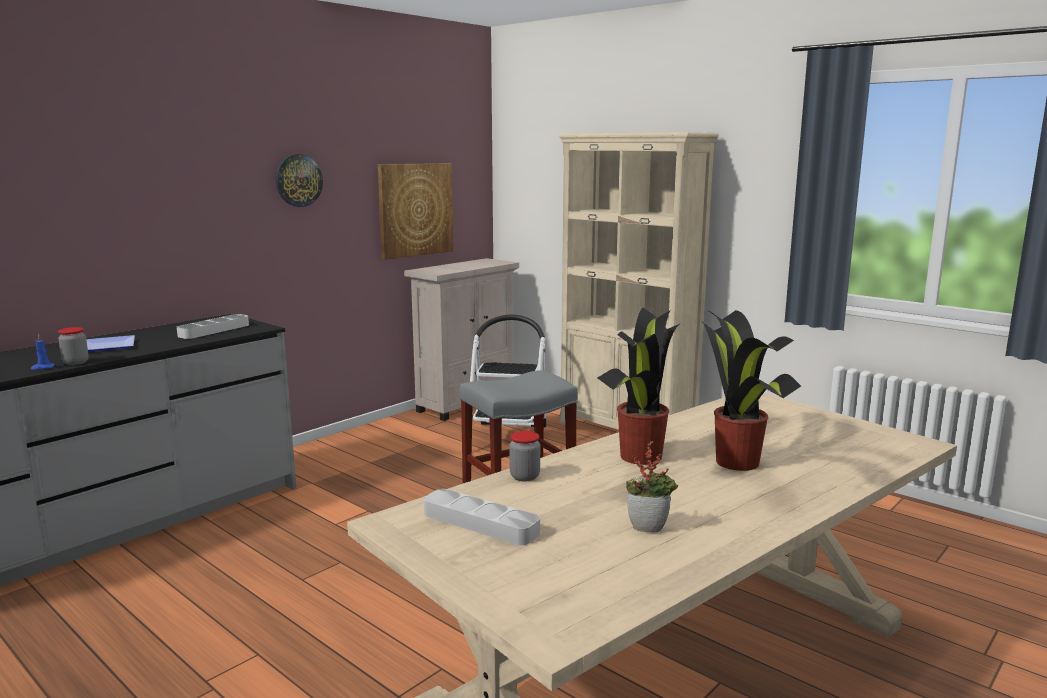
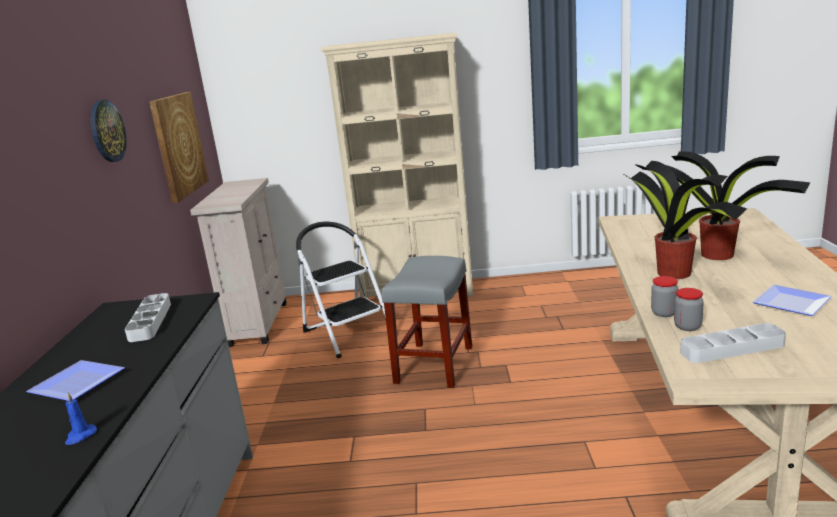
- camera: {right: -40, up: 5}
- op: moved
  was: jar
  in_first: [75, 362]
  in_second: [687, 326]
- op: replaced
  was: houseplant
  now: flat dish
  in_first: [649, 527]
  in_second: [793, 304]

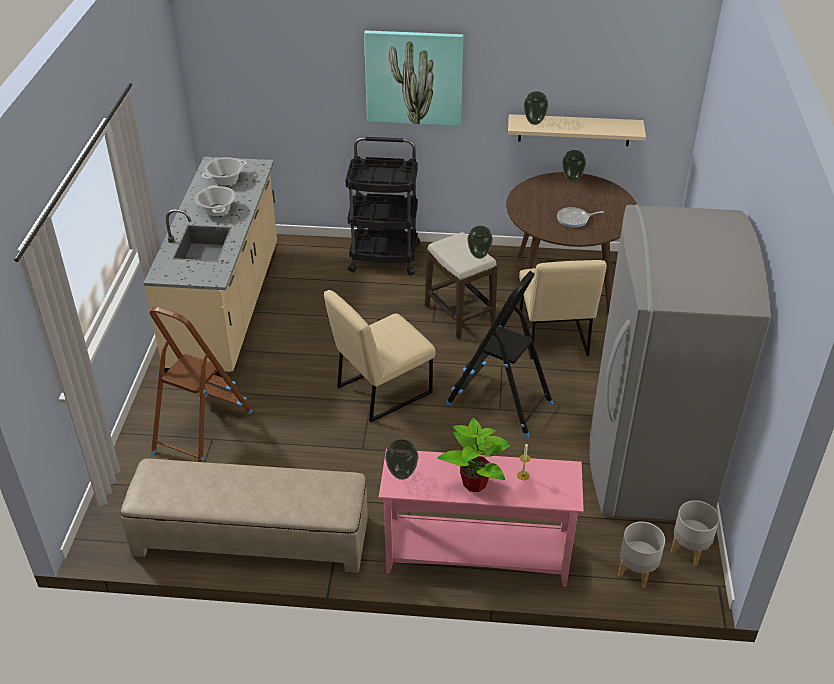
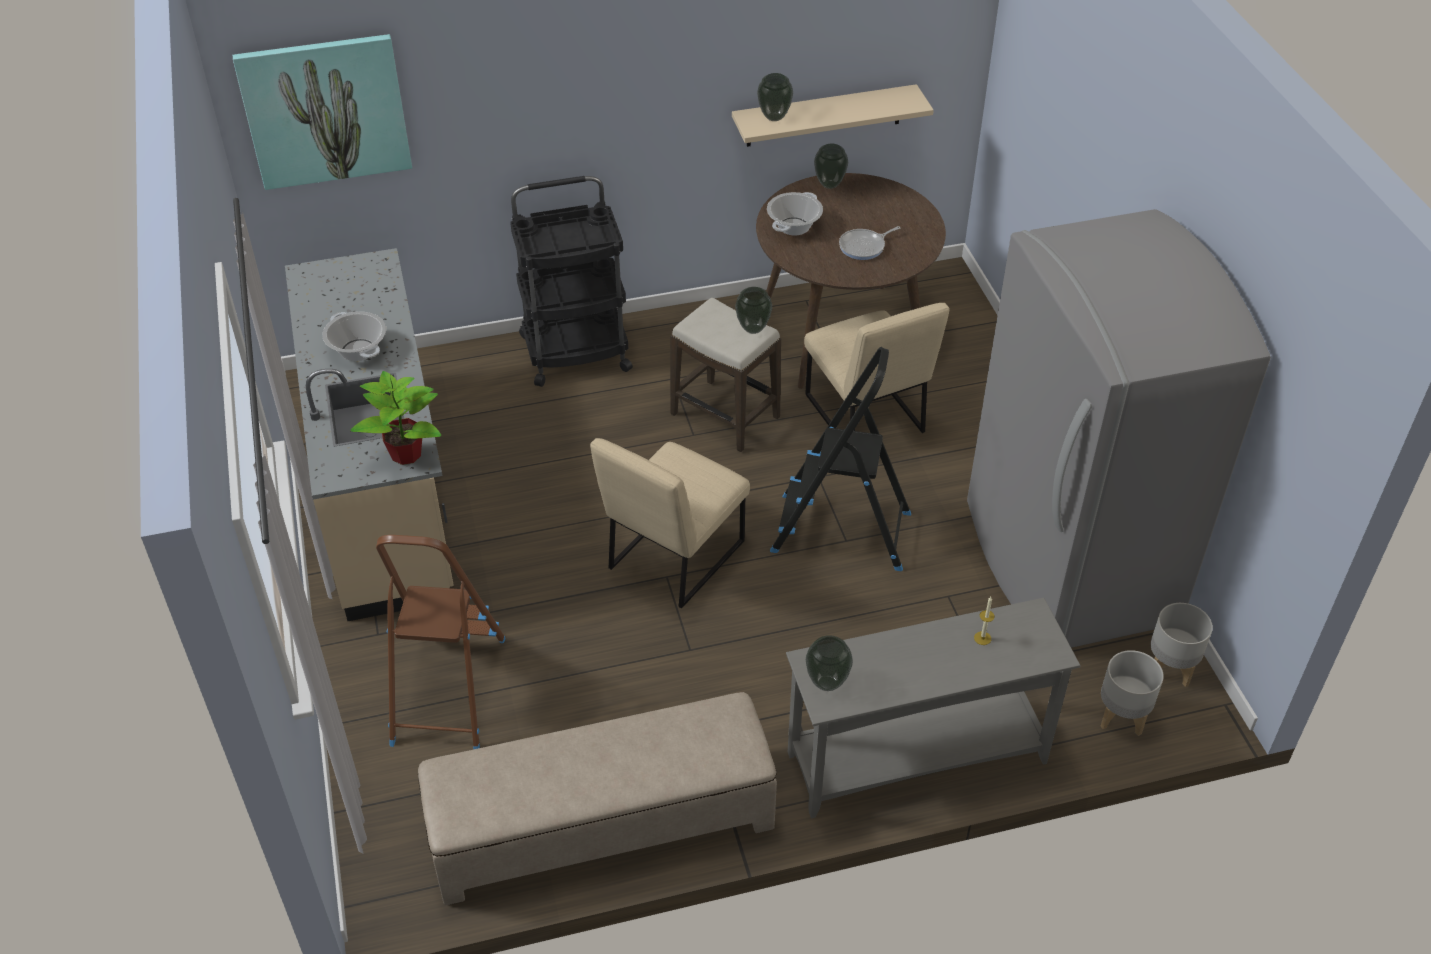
- camera: {right: -20, up: 5}
- op: moved
  was: stockpot
  in_first: [225, 180]
  in_second: [793, 226]
- op: moved
  was: picture
  in_first: [414, 77]
  in_second: [325, 110]
- op: recoloured
  was: console table/pink-coloured
  now: console table/gray
  in_first: [476, 557]
  in_second: [915, 758]
- op: moved
  was: houseplant
  in_first: [475, 483]
  in_second: [407, 453]

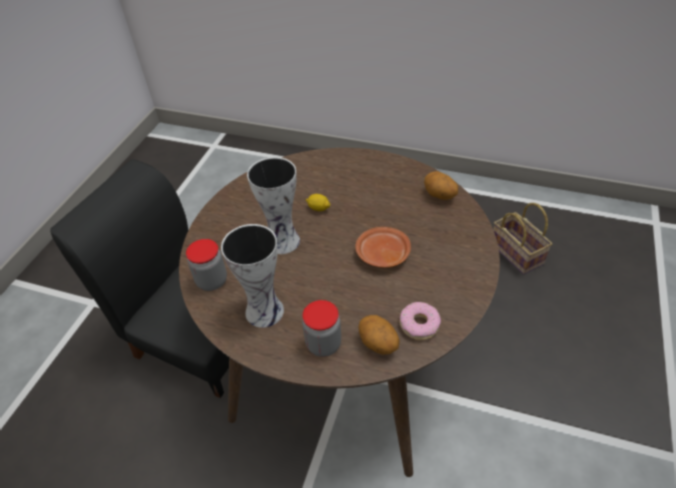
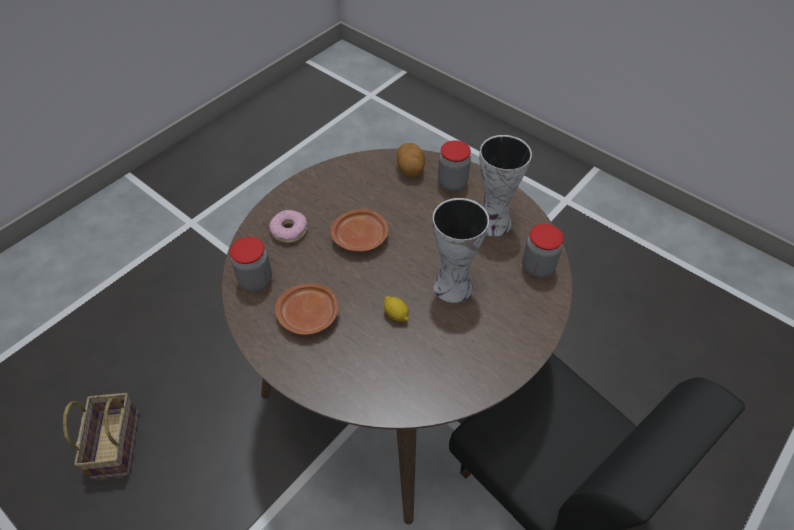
- camera: {right: -160, up: 5}
- op: moved
  was: donut
  in_first: [419, 324]
  in_second: [289, 230]
- op: replaced
  was: spud
  now: jar
  in_first: [439, 196]
  in_second: [256, 280]
- op: added
  now: flat dish/brownish
  in_second: [309, 315]

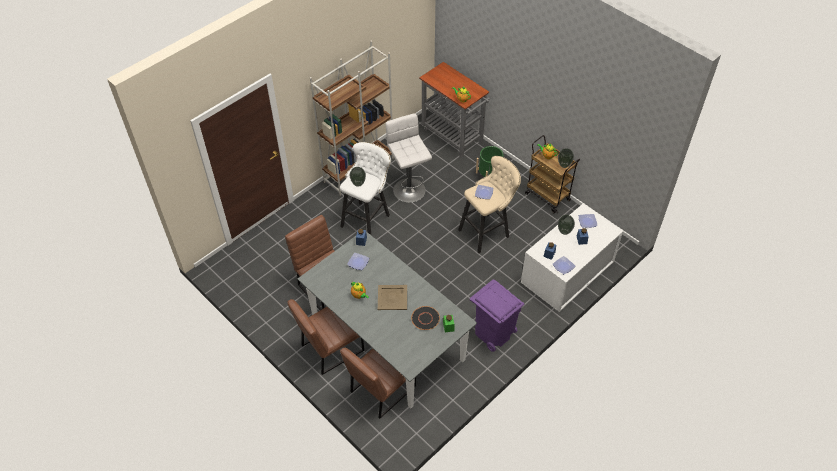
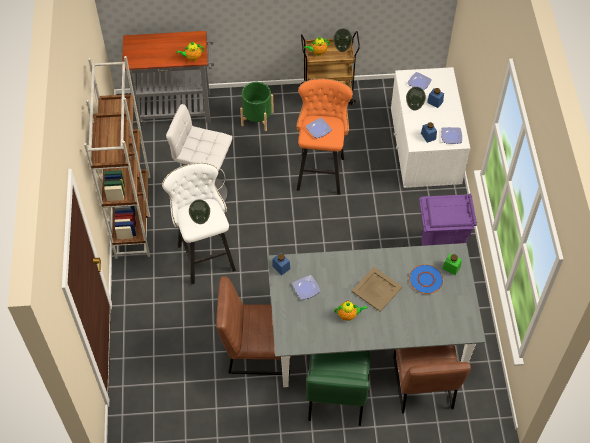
- camera: {right: -50, up: 5}
- op: recoloured
  was: chair/brownish
  now: chair/greenish
  in_first: [330, 348]
  in_second: [336, 396]
- op: recoloured
  was: flat dish/blackish
  now: flat dish/blue
  in_first: [425, 318]
  in_second: [426, 279]
- op: recoloured
  was: stool/sand-coloured
  now: stool/orange-coloured
  in_first: [488, 231]
  in_second: [321, 168]

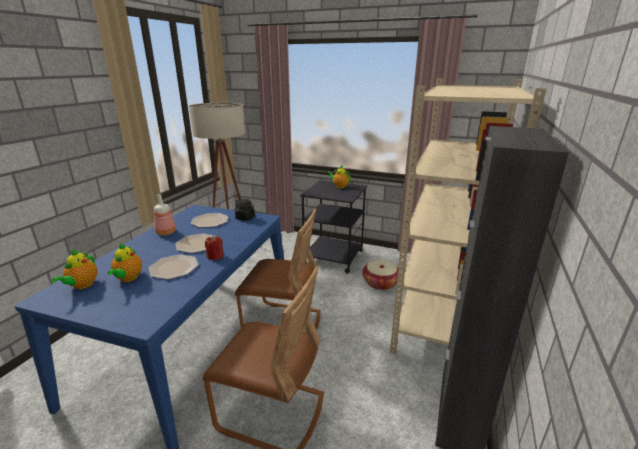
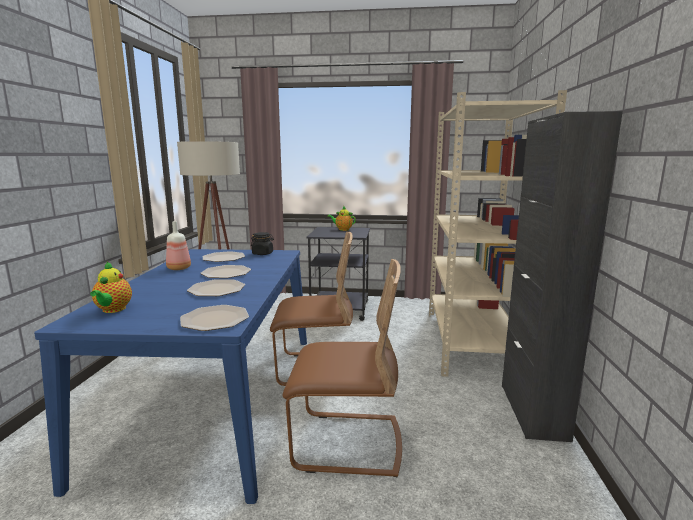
- camera: {right: -15, up: -10}
- op: removed
  was: tea pot
  in_first: [128, 278]
- op: removed
  was: wax light/red
  in_first: [215, 256]
- op: removed
  was: basket
  in_first: [380, 283]
- op: added
  now: flat dish
  in_second: [215, 319]

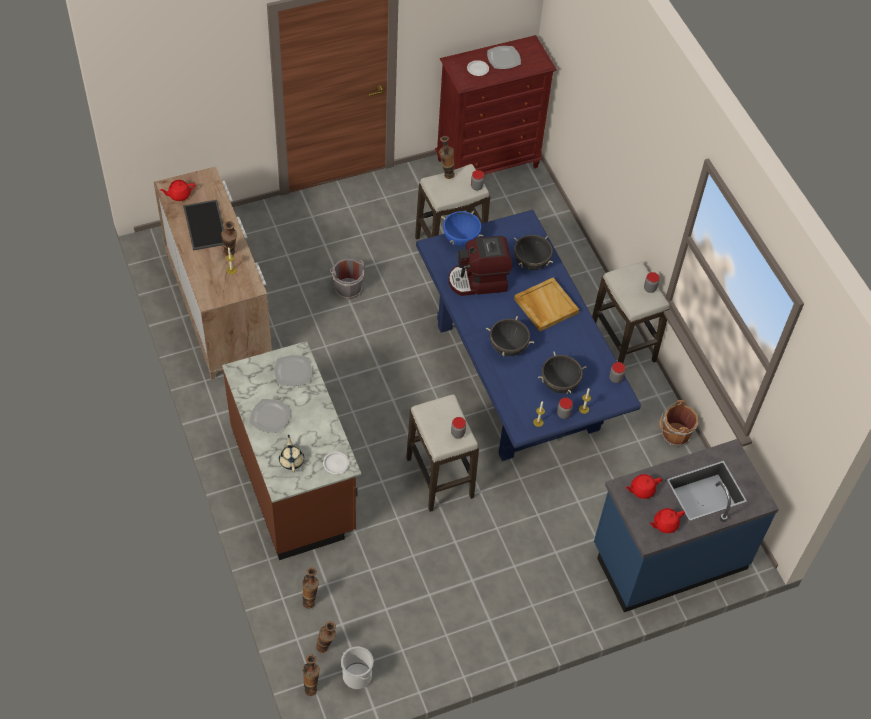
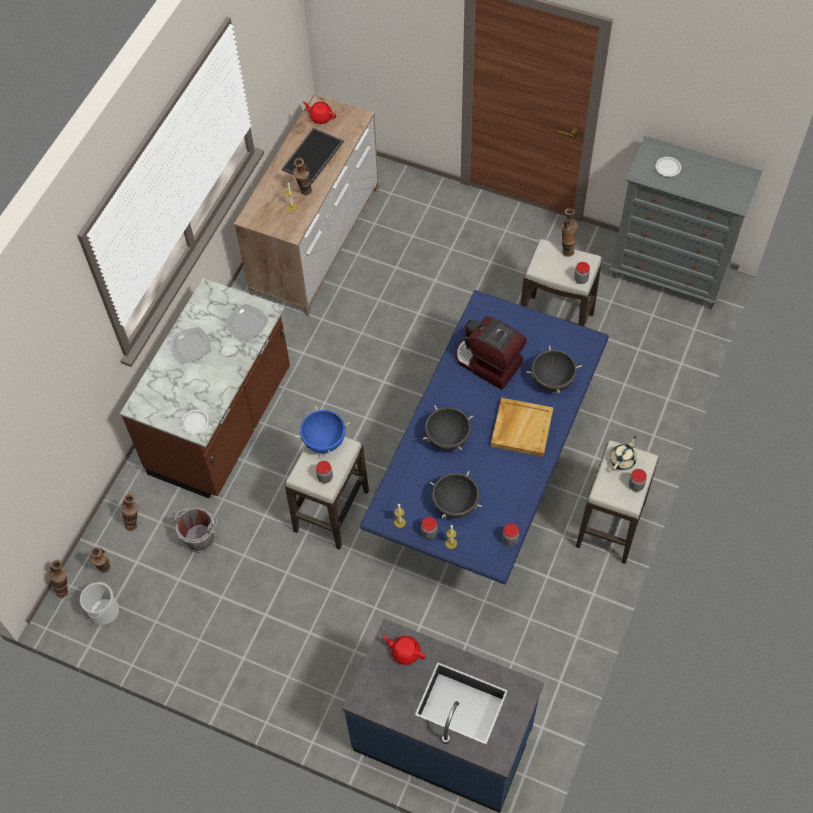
- camera: {right: 50, up: 5}
- op: moved
  was: tea pot/sand-coloured
  in_first: [291, 460]
  in_second: [622, 459]
- op: moved
  was: water bucket/gray
  in_first: [347, 288]
  in_second: [200, 537]
- op: recoloured
  was: chest of drawers/red
  now: chest of drawers/gray
  in_first: [488, 163]
  in_second: [669, 275]
- op: moved
  was: stockpot/blue
  in_first: [461, 239]
  in_second: [324, 441]
- op: removed
  was: flat dish
  in_first: [503, 58]
- op: removed
  was: tea pot/red
  in_first: [665, 524]
- op: removed
  was: water bucket/brownish
  in_first: [674, 435]

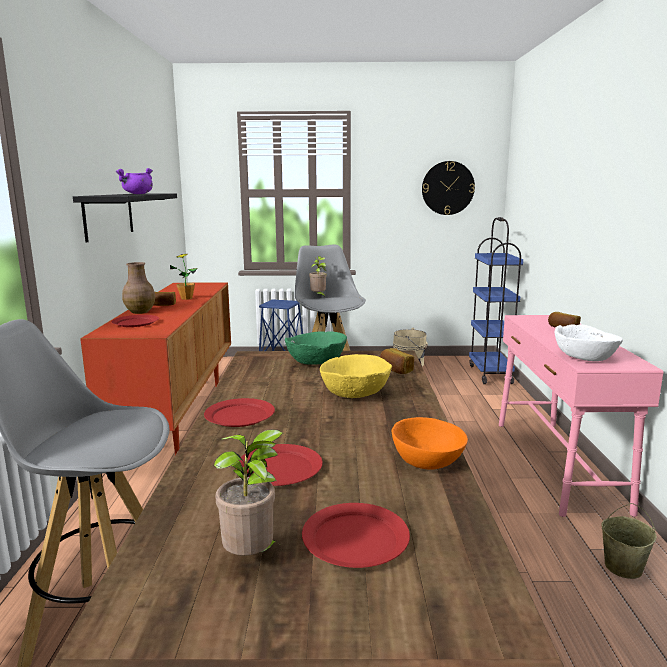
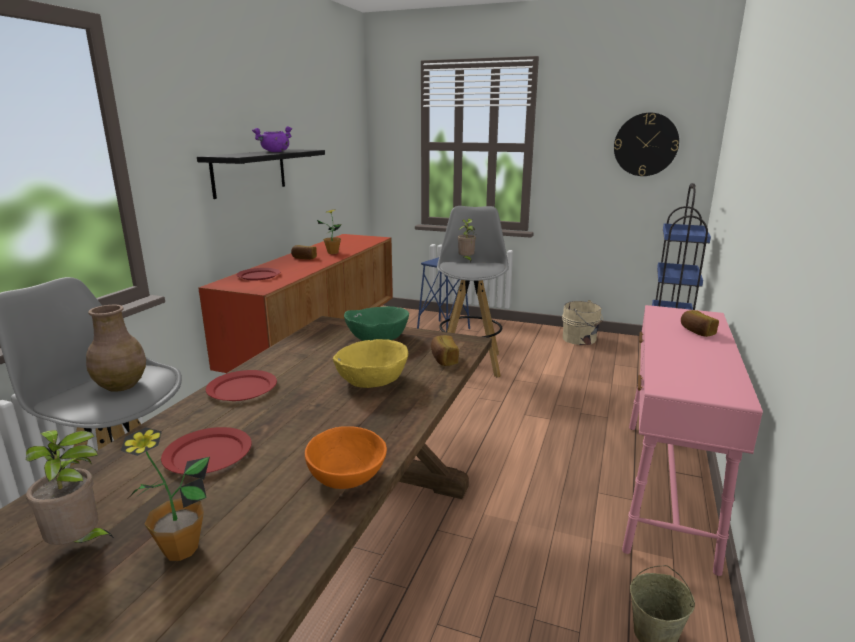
- camera: {right: 20, up: 5}
- op: moved
  was: flower vase/brownish
  in_first: [140, 311]
  in_second: [122, 385]
- op: replaced
  was: flat dish/red
  now: houseplant
  in_first: [356, 538]
  in_second: [181, 549]
- op: removed
  was: deep dish/white
  in_first: [585, 357]

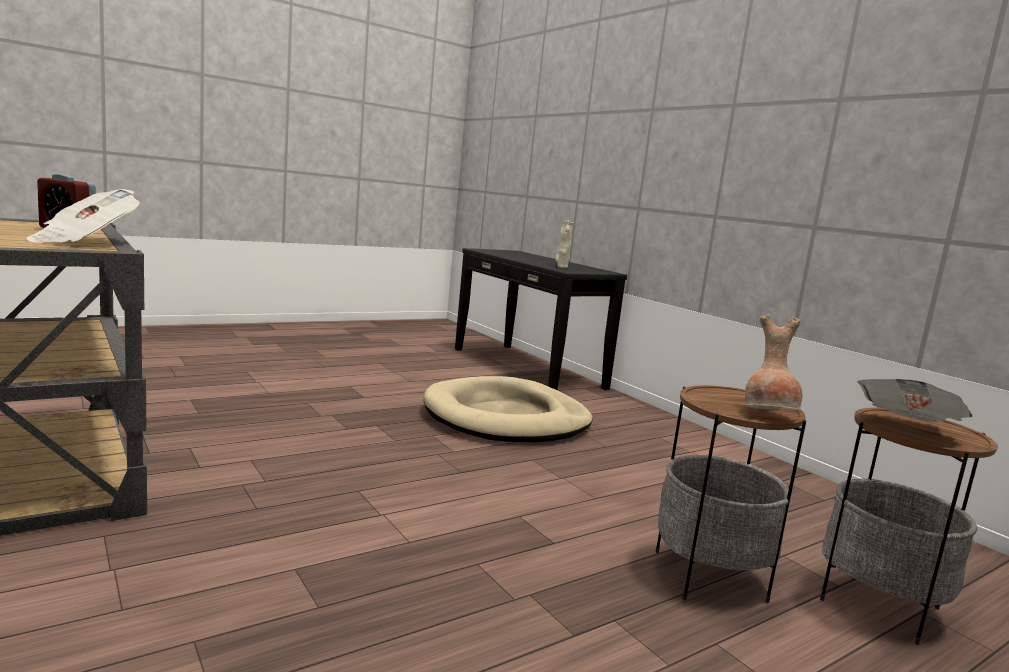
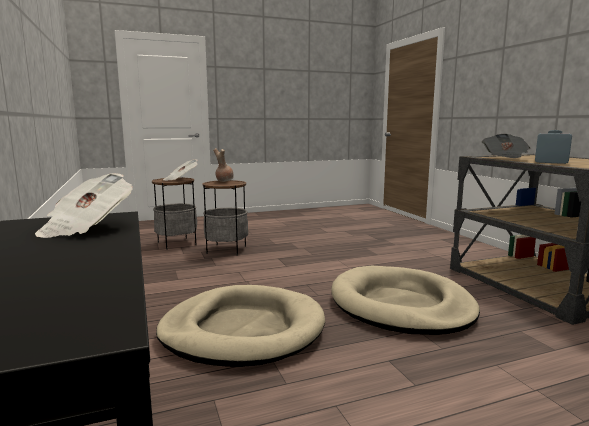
- camera: {right: -165, up: 0}
- op: replaced
  was: flower vase/sand-coloured
  now: daily paper
  in_first: [561, 267]
  in_second: [86, 228]
- op: added
  now: pet bed/sand-coloured
  in_second: [401, 305]

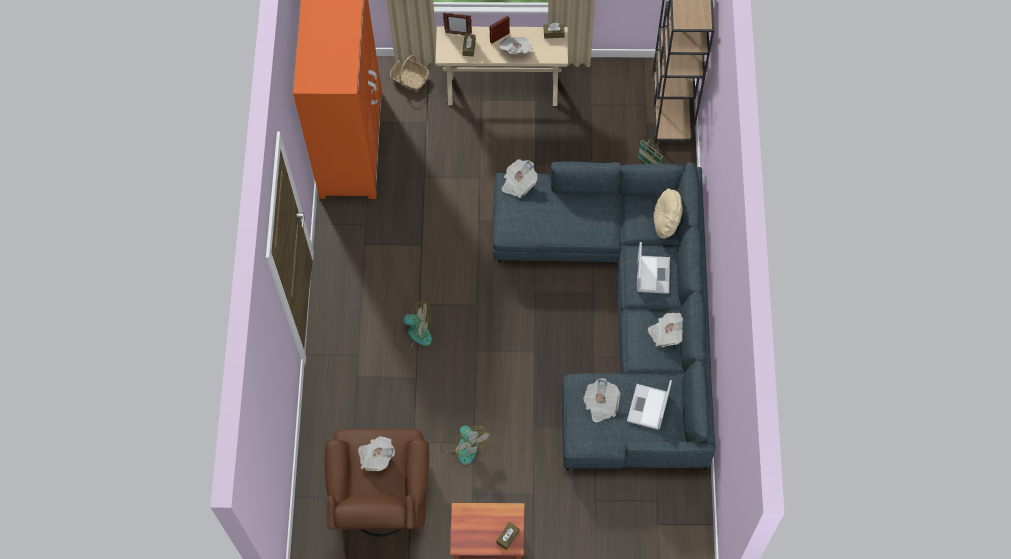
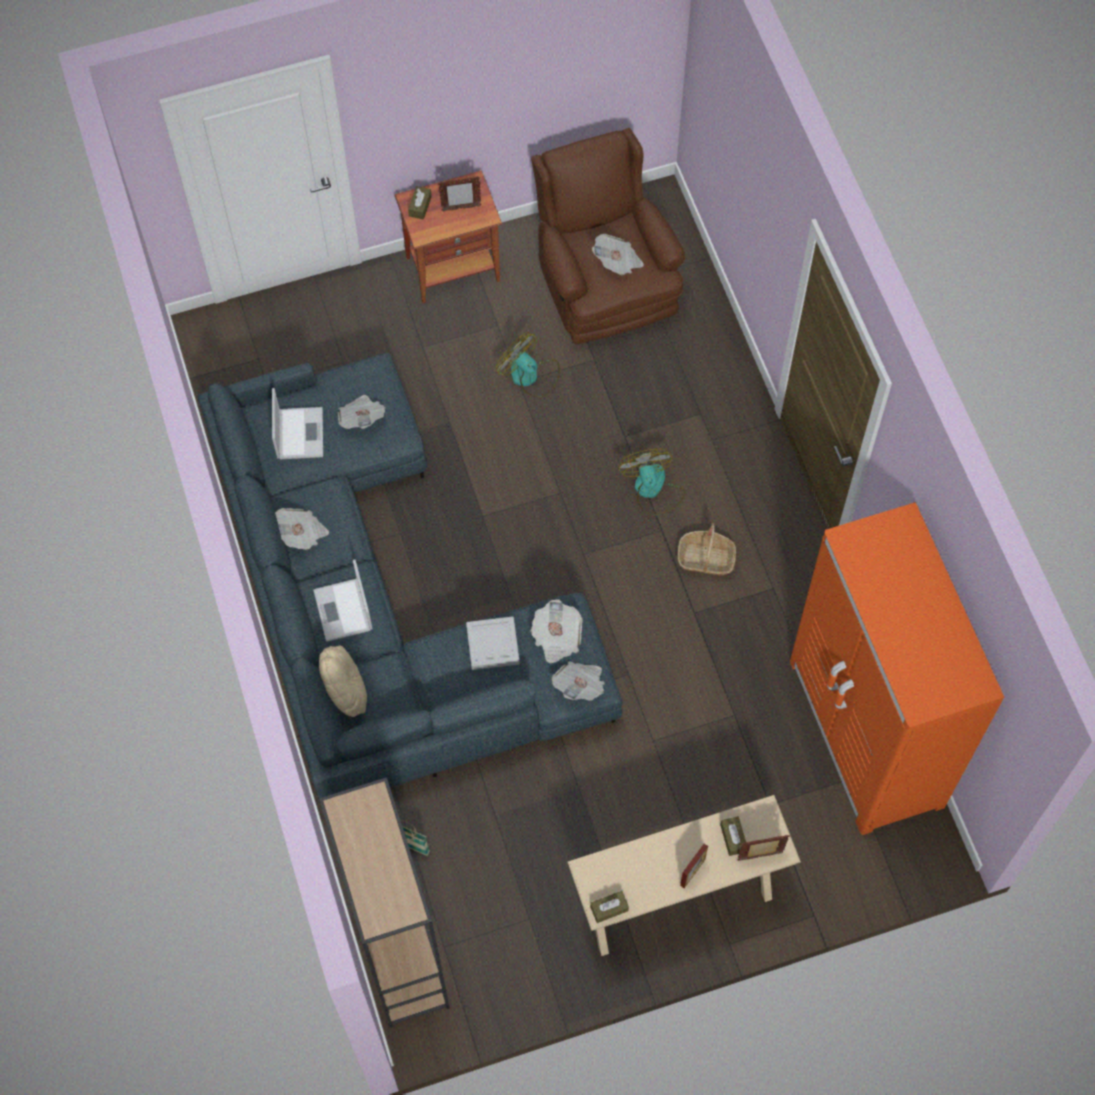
- camera: {right: 160, up: 0}
- op: moved
  was: basket
  in_first: [409, 78]
  in_second: [706, 559]
- op: turned
  was: cooling fan
  in_first: [413, 333]
  in_second: [652, 490]
  clockwise: 90
- op: moved
  was: daily paper
  in_first: [517, 49]
  in_second: [556, 638]
- op: added
  now: photo frame
  in_second: [461, 208]
- op: added
  now: tray/gray
  in_second: [492, 645]

